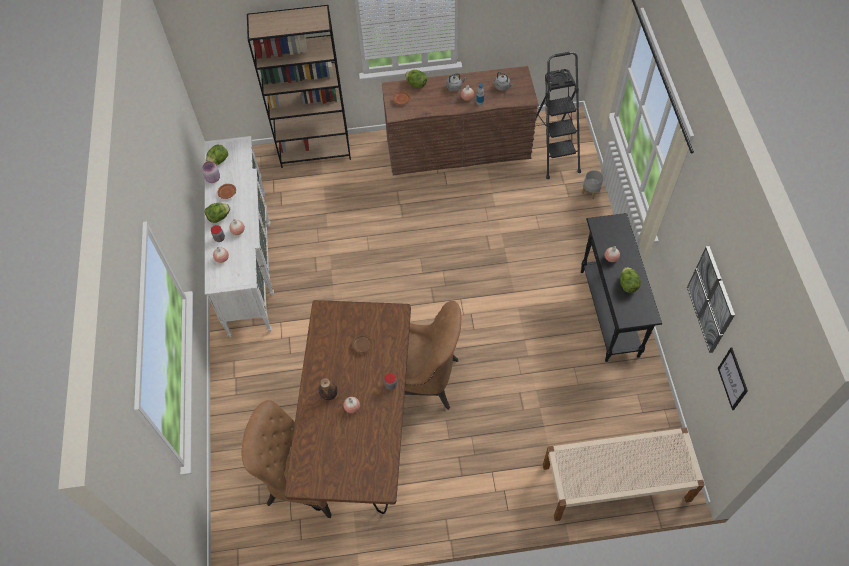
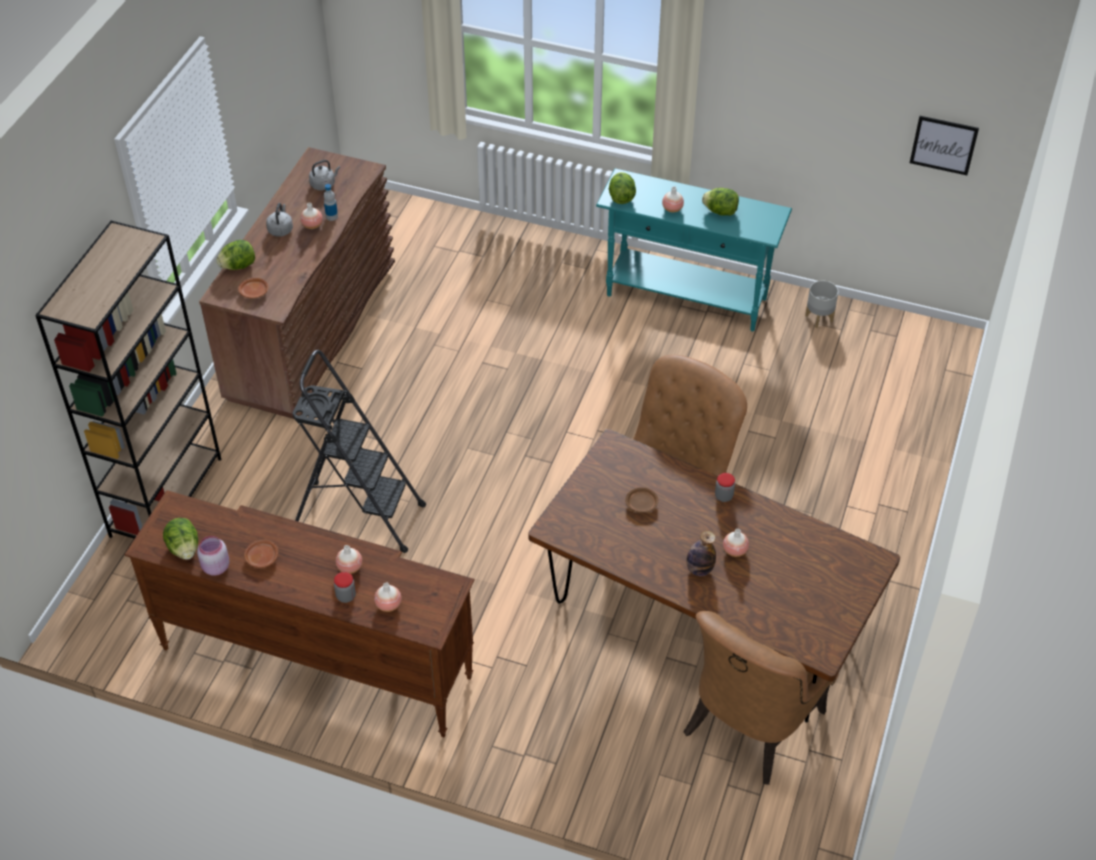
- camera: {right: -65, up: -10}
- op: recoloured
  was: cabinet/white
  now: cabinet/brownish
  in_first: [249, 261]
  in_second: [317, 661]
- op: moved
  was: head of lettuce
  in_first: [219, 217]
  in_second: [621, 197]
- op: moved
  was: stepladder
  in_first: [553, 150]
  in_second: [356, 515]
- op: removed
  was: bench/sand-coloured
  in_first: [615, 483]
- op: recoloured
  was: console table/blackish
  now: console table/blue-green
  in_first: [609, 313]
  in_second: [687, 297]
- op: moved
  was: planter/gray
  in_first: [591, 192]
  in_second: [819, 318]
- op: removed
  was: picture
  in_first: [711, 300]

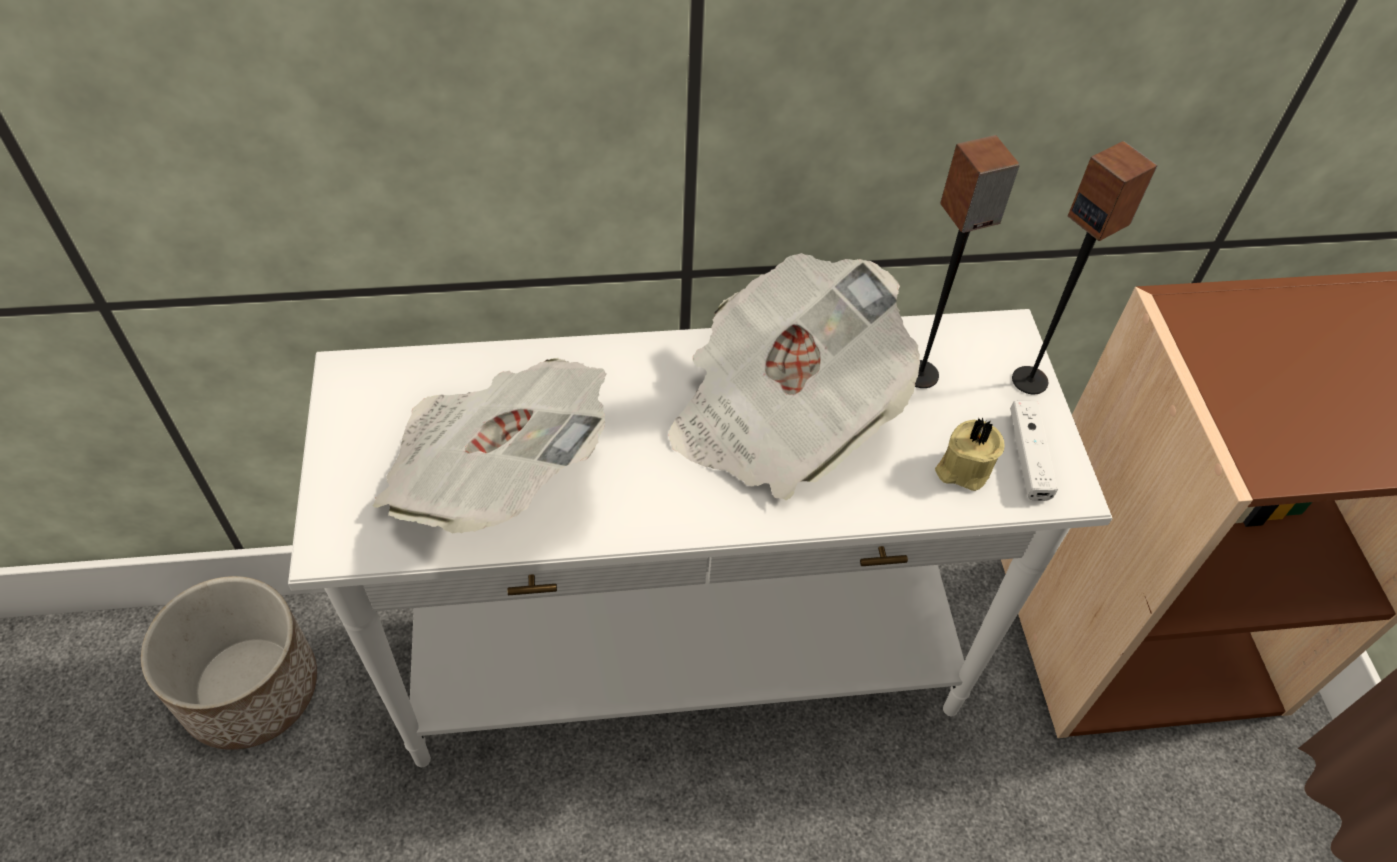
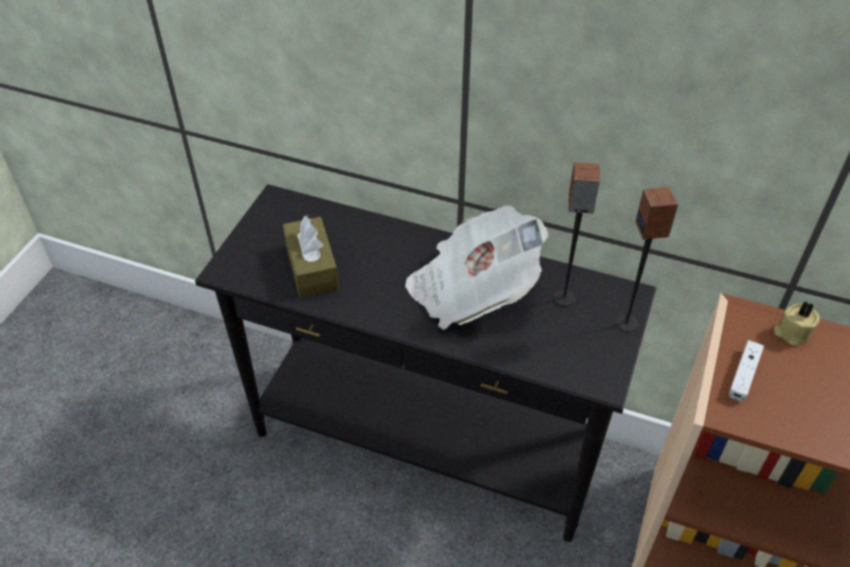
- camera: {right: 30, up: -5}
- op: removed
  was: planter
  in_first: [252, 688]
- op: recoloured
  was: console table/white
  now: console table/blackish
  in_first: [687, 661]
  in_second: [428, 444]
- op: replaced
  was: daily paper
  now: box of tissues/brownish
  in_first: [494, 475]
  in_second: [311, 267]
- op: moved
  was: wax light/sand-coloured
  in_first: [962, 468]
  in_second: [791, 333]
- op: moved
  was: joypad/white
  in_first: [1028, 457]
  in_second: [743, 375]

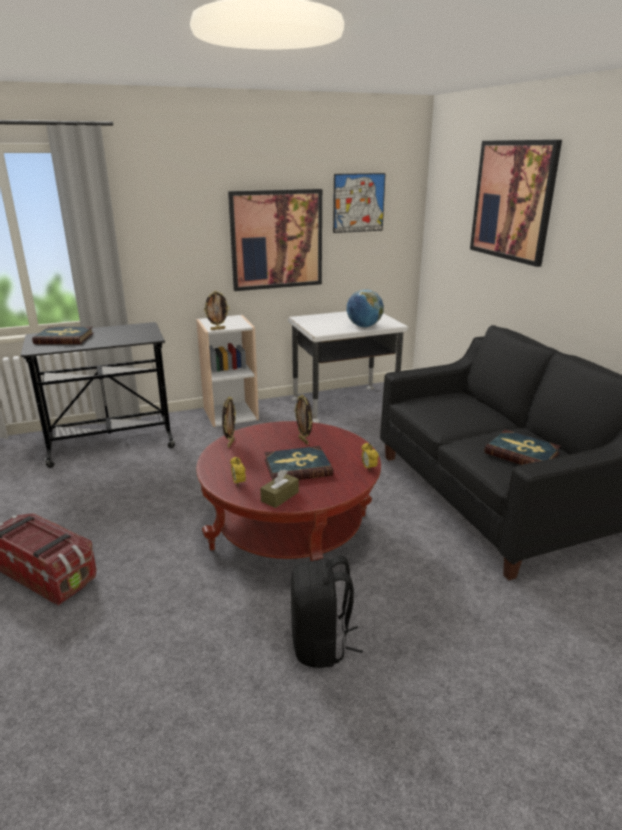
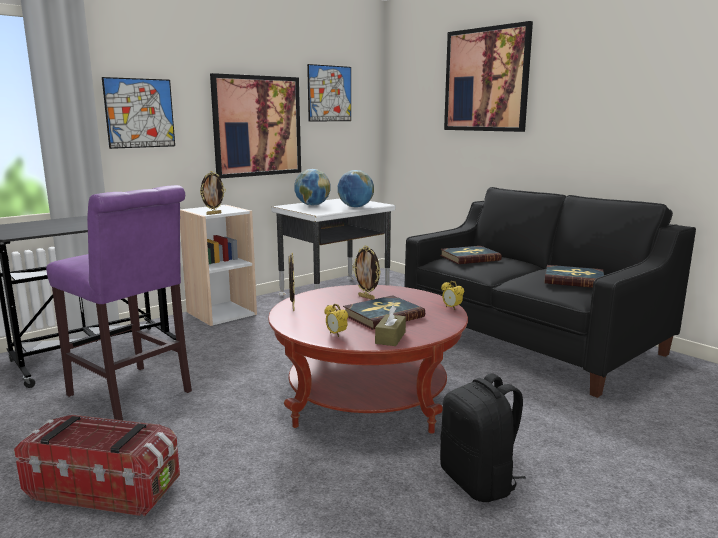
- camera: {right: -20, up: -10}
- op: moved
  was: book
  in_first: [64, 338]
  in_second: [469, 258]
- op: added
  now: stool/purple-coloured
  in_second: [133, 395]
- op: added
  now: picture
  in_second: [140, 113]
- op: added
  now: world globe
  in_second: [312, 205]

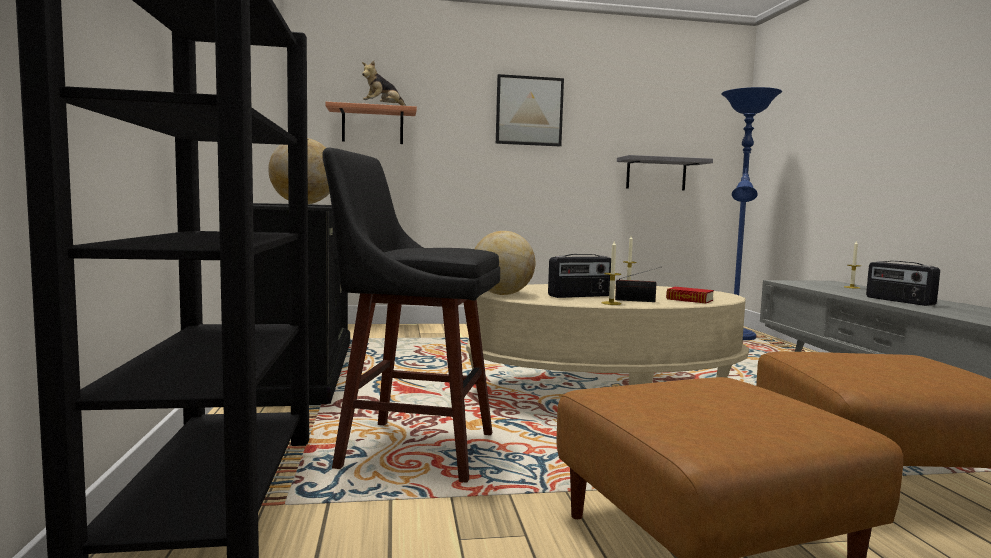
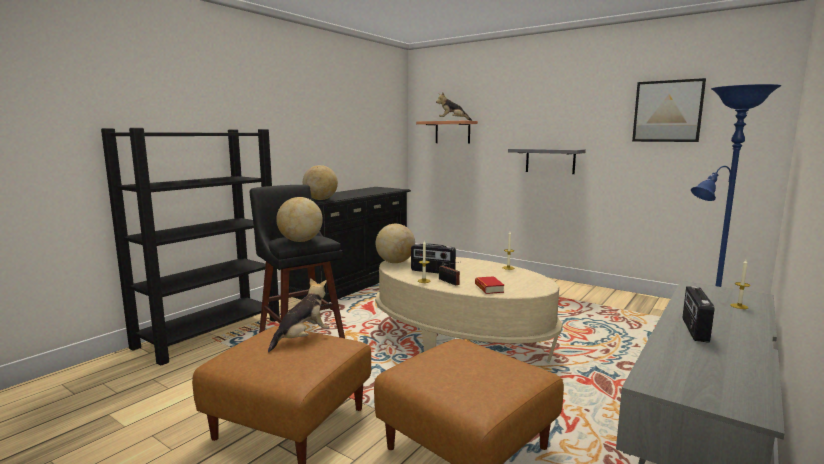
- camera: {right: 45, up: 5}
- op: moved
  was: picture
  in_first: [529, 111]
  in_second: [667, 111]
- op: moved
  was: wall shelf/gray
  in_first: [656, 174]
  in_second: [550, 161]
- op: added
  now: plush toy
  in_second: [302, 339]
- op: added
  now: world globe
  in_second: [300, 241]

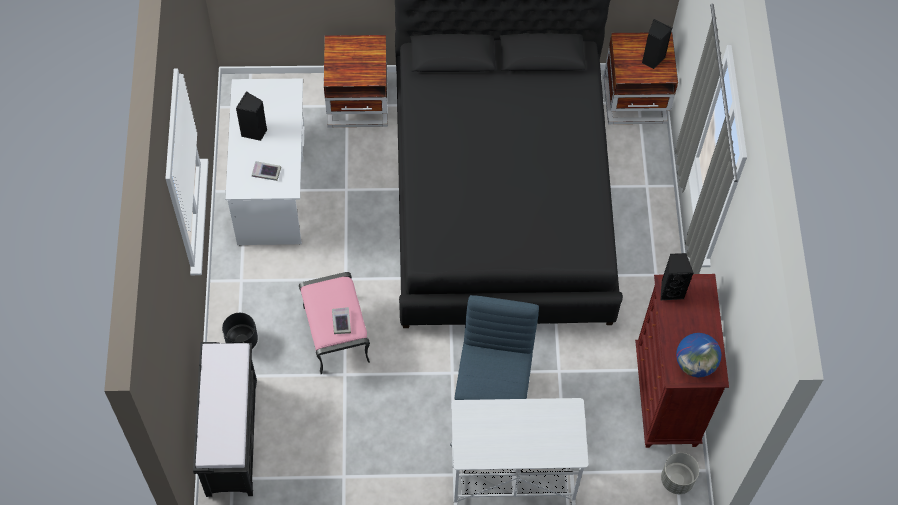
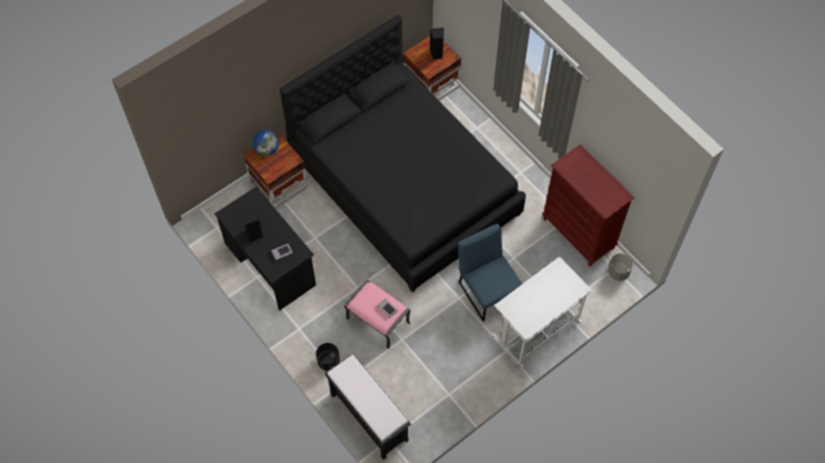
- camera: {right: -35, up: 0}
- op: recoloured
  was: desk unit/white
  now: desk unit/blackish
  in_first: [272, 185]
  in_second: [270, 264]
- op: removed
  was: loudspeaker/blackish
  in_first: [671, 290]
- op: moved
  was: world globe
  in_first: [695, 364]
  in_second: [267, 150]

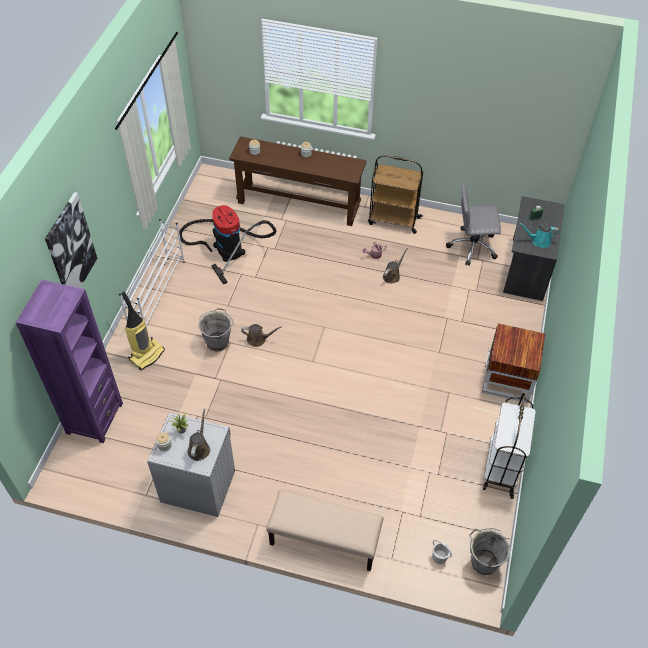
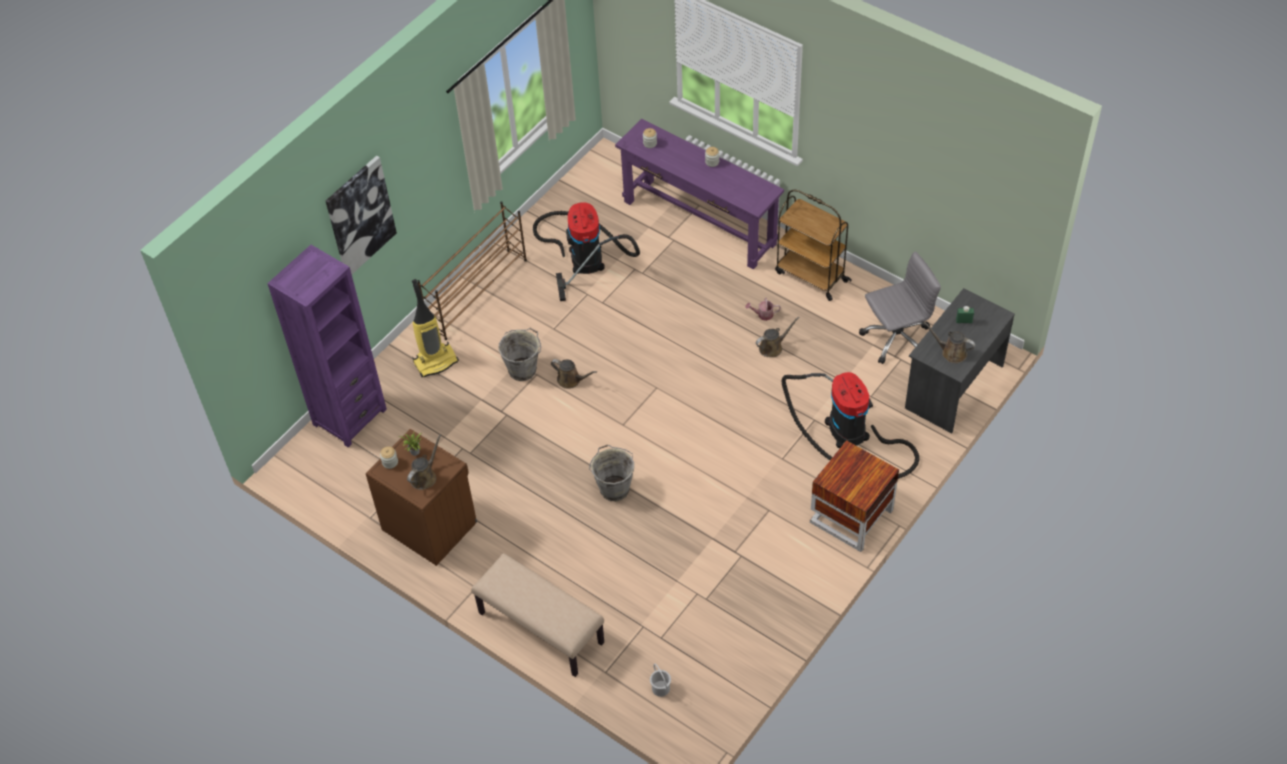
- camera: {right: 25, up: 0}
- op: recoloured
  was: shoe shelf/white
  now: shoe shelf/brownish
  in_first: [158, 295]
  in_second: [478, 294]
- op: recoloured
  was: laundry appliance/white
  now: laundry appliance/brownish
  in_first: [198, 485]
  in_second: [430, 524]
- op: recoloured
  was: console table/brownish
  now: console table/purple-coloured
  in_first: [298, 204]
  in_second: [699, 223]
- op: turned
  was: office chair/gray
  in_first: [472, 247]
  in_second: [896, 338]
  clockwise: 135
- op: moved
  was: water bucket/gray
  in_first: [483, 561]
  in_second: [614, 488]
- op: removed
  was: trolley/white
  in_first: [502, 466]
- op: recoloured
  was: watering pot/blue-green
  now: watering pot/brownish
  in_first: [539, 241]
  in_second: [951, 352]
- op: added
  now: vacuum
  in_second: [850, 434]

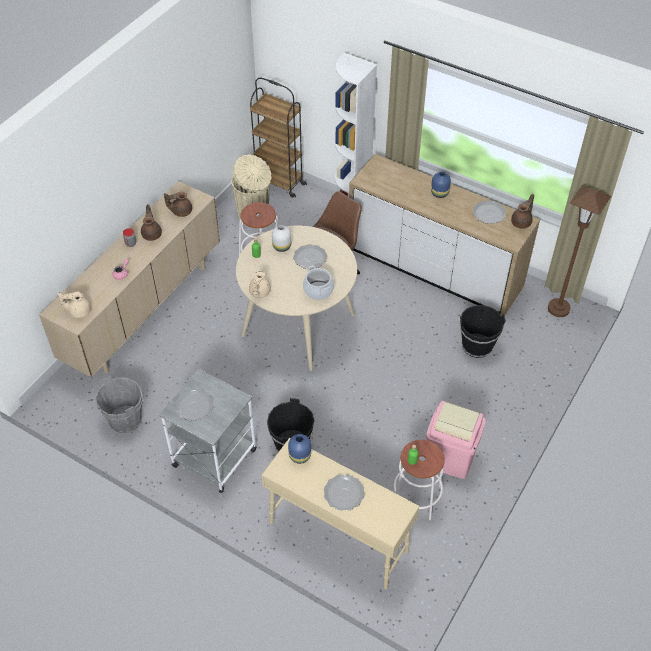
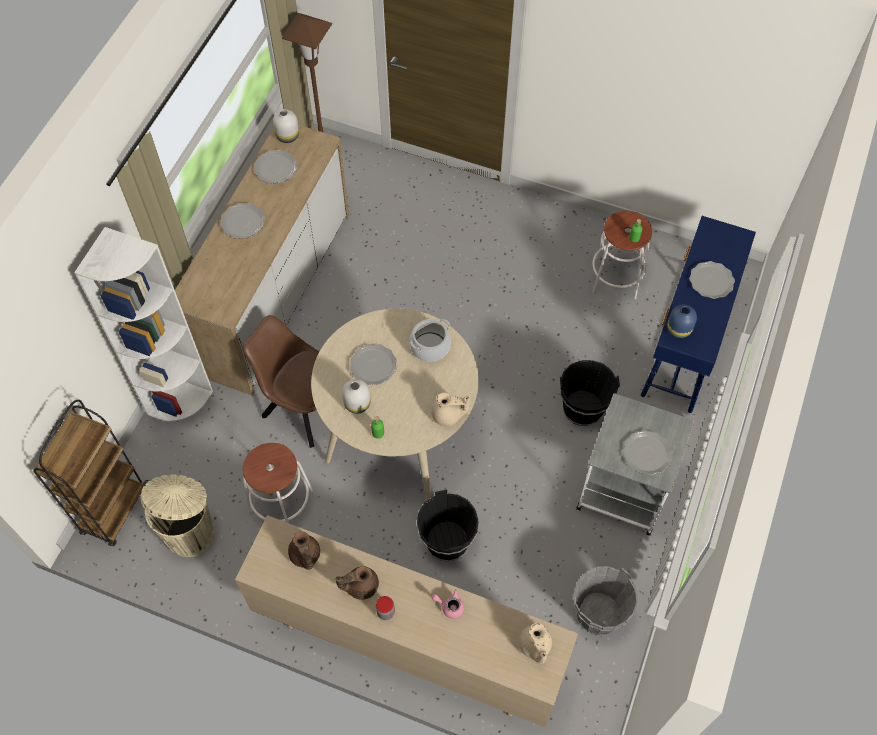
- camera: {right: -100, up: 10}
- op: recoloured
  was: console table/sand-coloured
  now: console table/blue
  in_first: [338, 536]
  in_second: [684, 343]
- op: removed
  was: rubbish bin/pink-coloured
  in_first: [450, 457]
- op: replaced
  was: flower vase/blue
  now: flat dish
  in_first: [440, 193]
  in_second: [243, 222]
- op: moved
  was: water bucket/blackish
  in_first: [477, 346]
  in_second: [447, 541]
- op: replaced
  was: tea pot/brownish
  now: flower vase/white
  in_first: [522, 222]
  in_second: [287, 135]

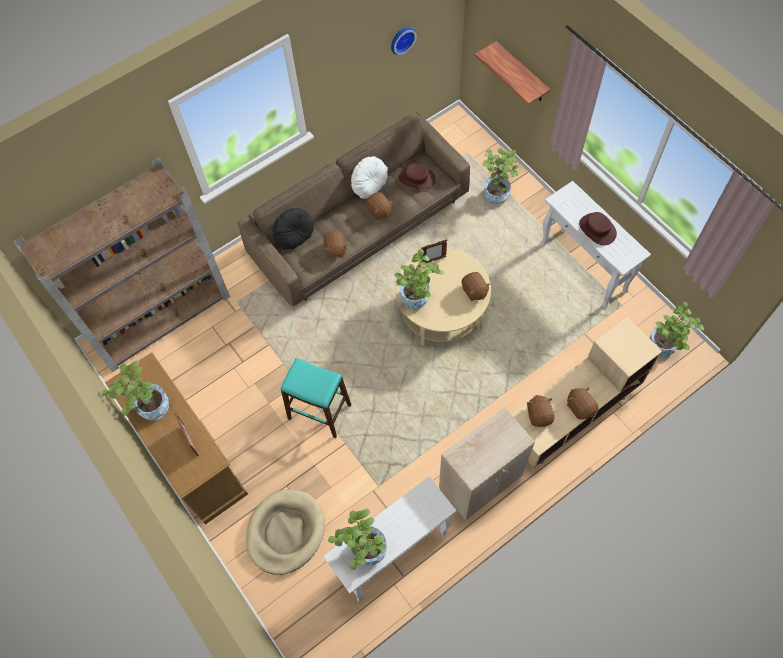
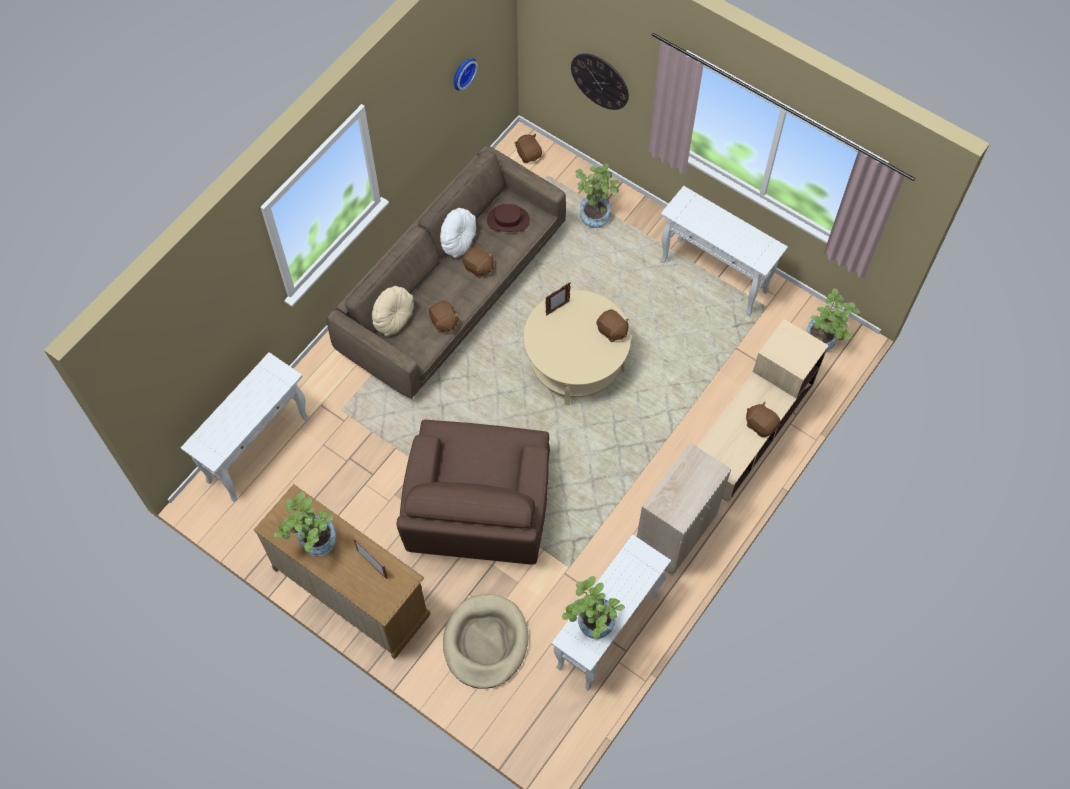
- camera: {right: -20, up: 0}
- op: replaced
  was: bookcase/brownish
  now: console table/white
  in_first: [161, 317]
  in_second: [259, 449]
- op: recoloured
  was: cushion/blackish
  now: cushion/sand-coloured
  in_first: [295, 239]
  in_second: [394, 321]
- op: replaced
  was: stool/blue-green
  now: lounge chair/brownish
  in_first: [319, 412]
  in_second: [478, 506]
- op: removed
  was: houseplant
  in_first: [417, 300]
- op: replaced
  was: wall shelf
  now: wall clock
  in_first: [521, 73]
  in_second: [600, 81]
- op: moved
  was: plush toy/brownish
  in_first: [539, 415]
  in_second: [528, 154]
- op: removed
  was: clothing hat/brownish
  in_first: [597, 229]

